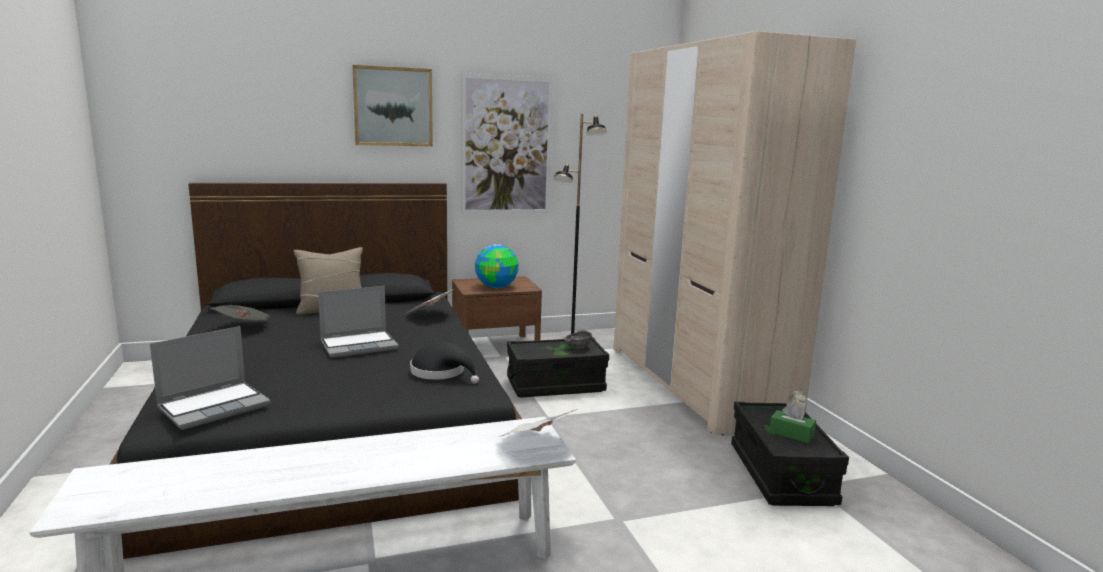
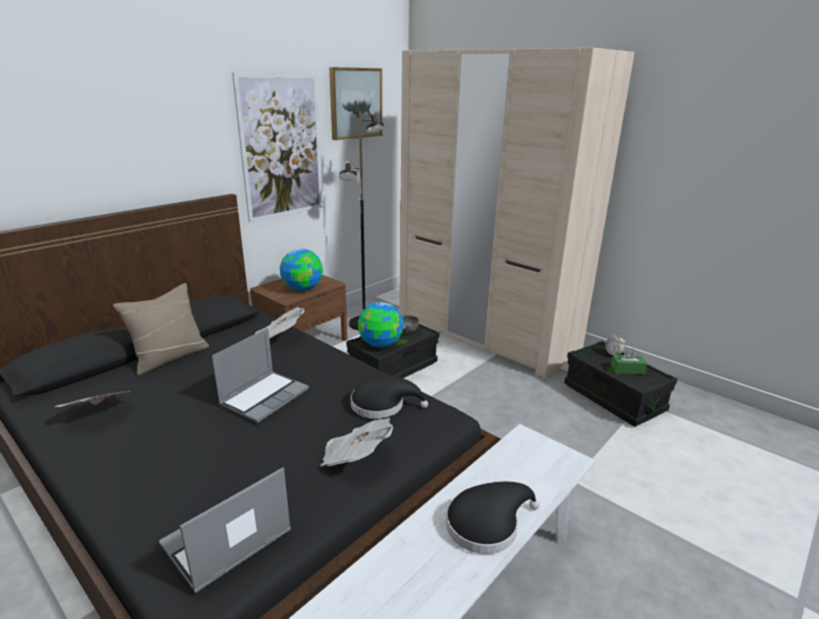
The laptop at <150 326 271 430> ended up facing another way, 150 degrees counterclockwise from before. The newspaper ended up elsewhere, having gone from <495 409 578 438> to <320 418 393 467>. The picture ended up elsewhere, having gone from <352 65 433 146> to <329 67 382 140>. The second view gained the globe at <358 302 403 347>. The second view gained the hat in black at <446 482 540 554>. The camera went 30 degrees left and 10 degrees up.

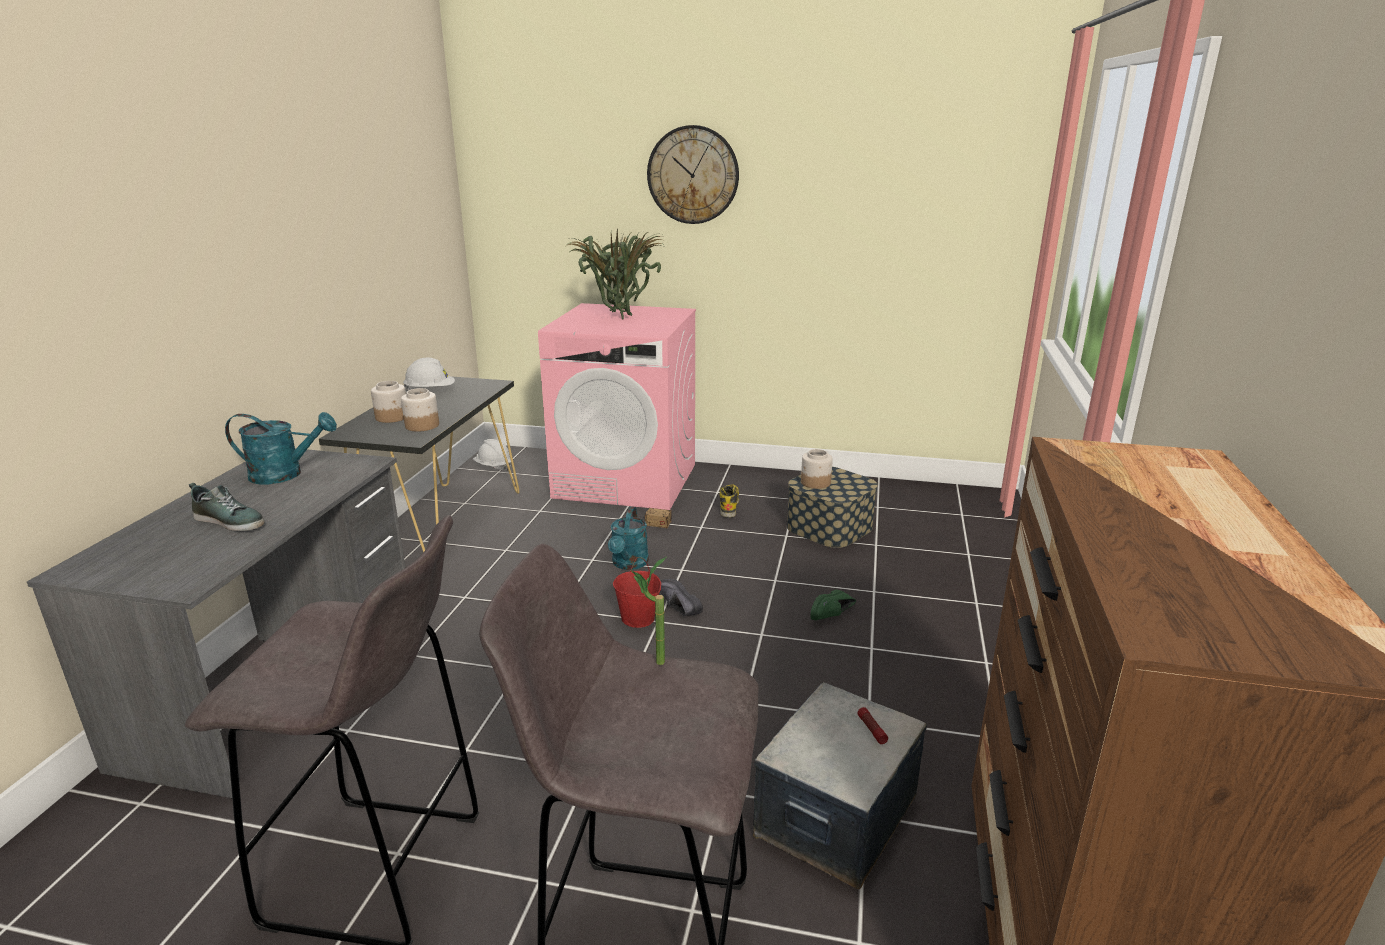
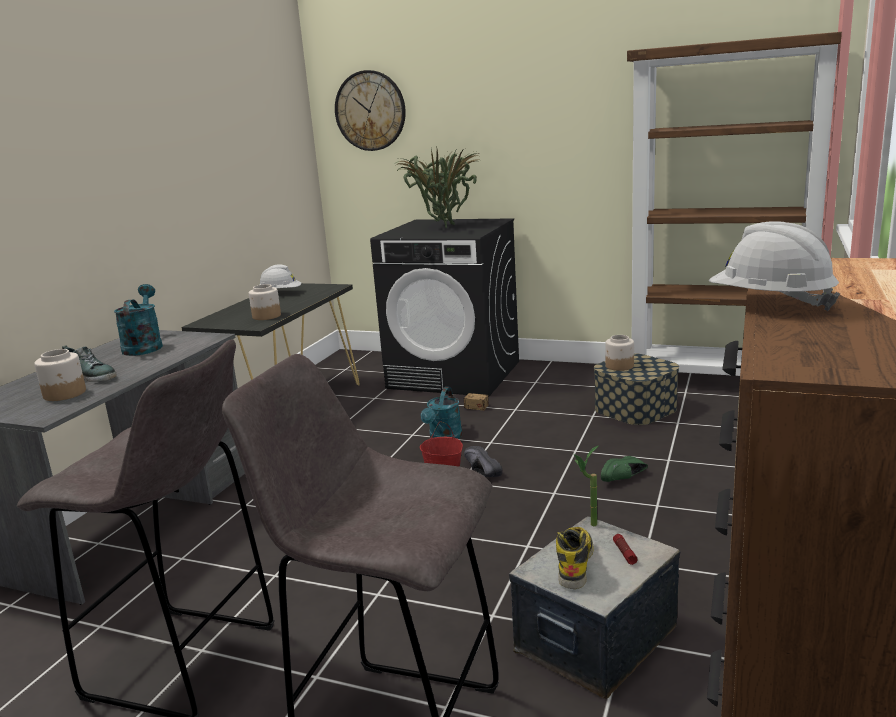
The jar ended up elsewhere, having gone from <371 381 406 423> to <34 349 86 401>. The watering can in turquoise at <225 412 337 484> ended up facing another way, 105 degrees counterclockwise from before. The wall clock ended up elsewhere, having gone from <647 125 739 224> to <335 70 406 151>. What was the washing machine in pink at <538 303 696 510> turned into the washing machine in black at <370 218 519 397>. The boot ended up elsewhere, having gone from <719 484 739 518> to <556 527 594 589>. The potted plant ended up elsewhere, having gone from <630 557 666 665> to <574 445 599 526>. The second view gained the bookcase in brown at <627 32 842 376>. The hard hat in white ended up elsewhere, having gone from <473 439 511 471> to <709 221 840 311>. The camera went 10 degrees right and 5 degrees down.

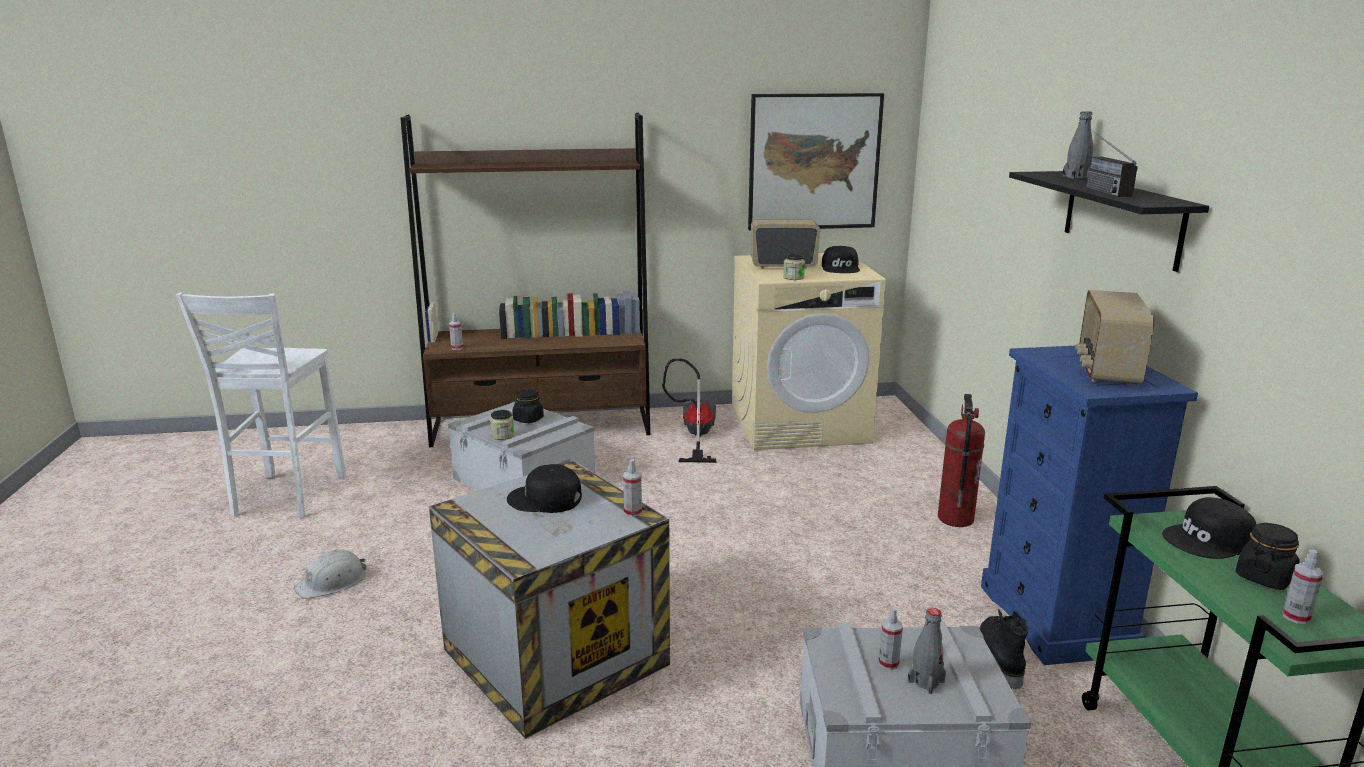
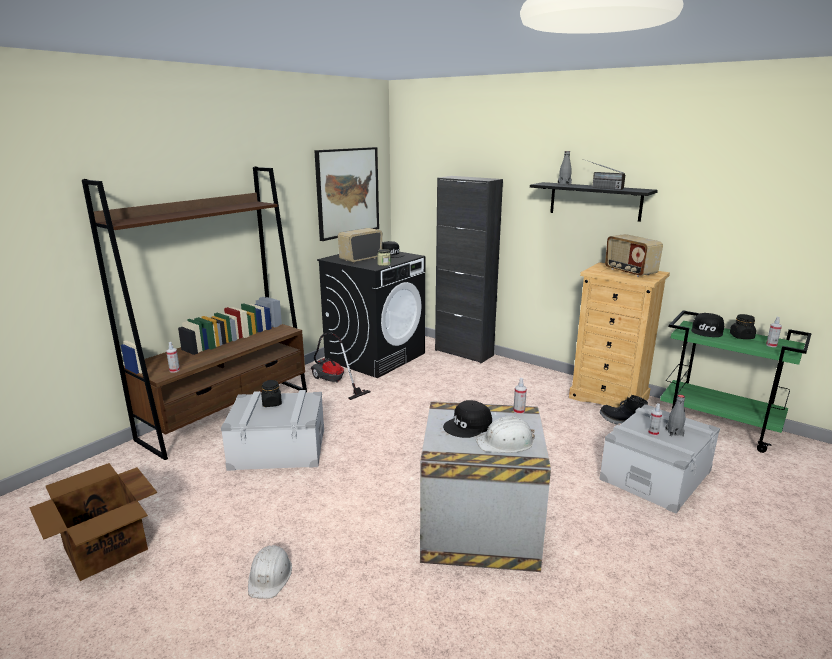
Where the stool in white stood at <176 293 346 518>, the cardboard box came to stand at <29 463 157 581>. What was the washing machine in beige at <732 253 886 450> turned into the washing machine in black at <317 252 425 378>. The second view gained the cabinet in black at <435 176 503 363>. The second view gained the hard hat in white at <476 416 535 453>. What was the dresser in blue at <981 346 1198 665> turned into the dresser in beige at <569 262 670 408>. The second view lost the jar at <490 410 514 440>. The second view lost the fire extinguisher at <938 394 985 527>. The camera went 45 degrees left and 0 degrees up.

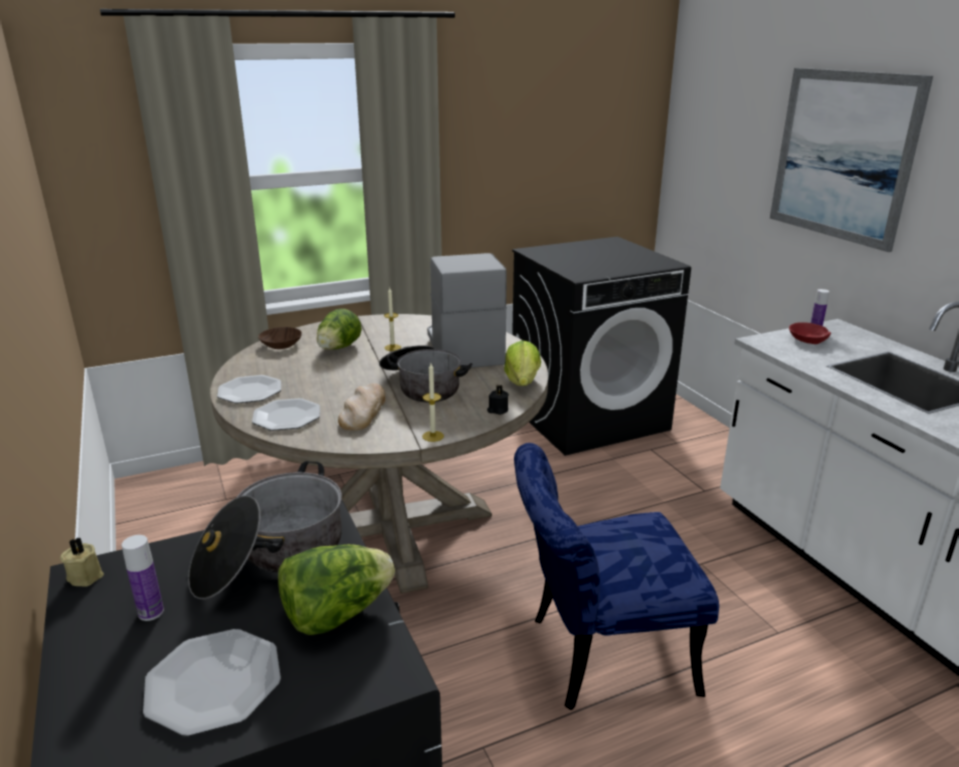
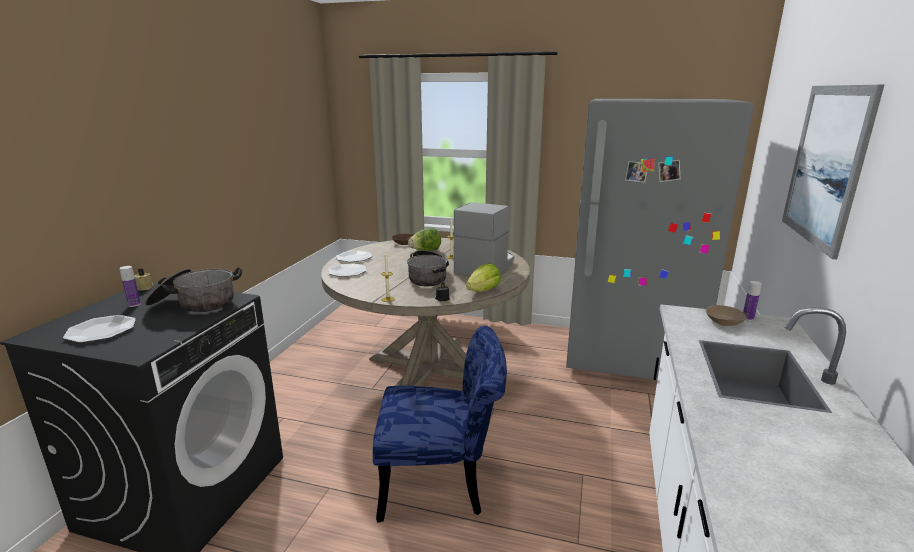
The chair in blue at <514 443 719 710> ended up facing another way, 150 degrees clockwise from before. Where the washing machine in black stood at <512 236 691 456>, the fridge in grey came to stand at <566 99 754 380>. What was the bowl in red at <789 322 831 344> turned into the bowl in beige at <706 305 746 326>. The second view lost the lettuce at <278 544 395 635>. The second view lost the bread at <338 383 385 430>. The camera went 40 degrees right and 5 degrees down.

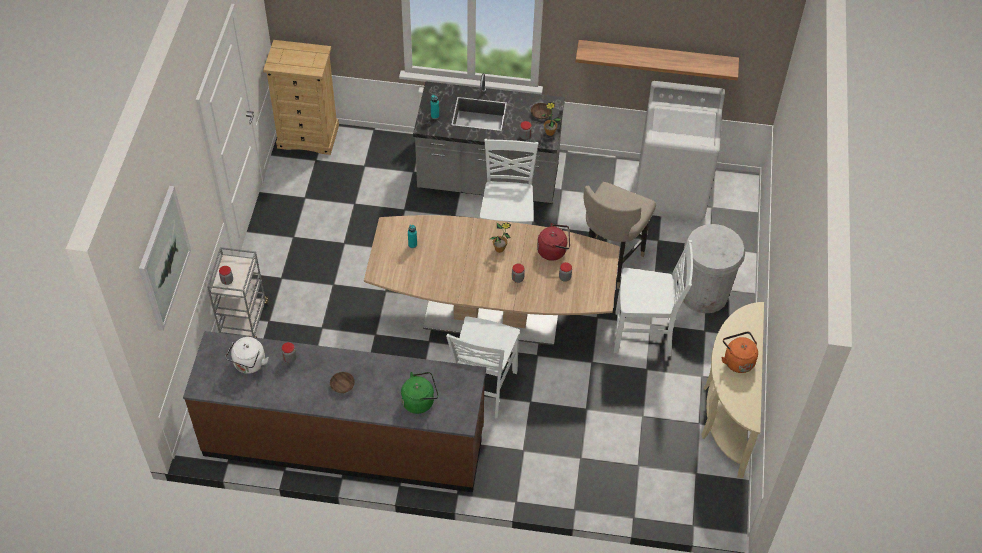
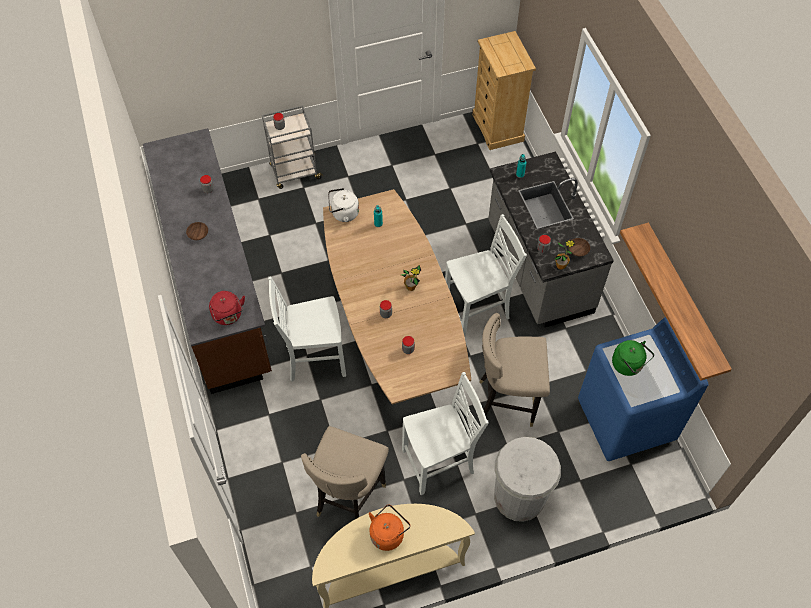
The kettle in red ended up elsewhere, having gone from <537 223 570 261> to <209 291 245 325>. The second view gained the stool in beige at <301 426 389 519>. The kettle in white ended up elsewhere, having gone from <225 337 269 374> to <328 188 359 222>. The chair in white at <614 240 693 356> ended up facing another way, 90 degrees counterclockwise from before. What was the washing machine in white at <636 81 725 221> turned into the washing machine in blue at <578 317 708 461>. The kettle in green ended up elsewhere, having gone from <401 372 439 414> to <612 340 654 376>. The second view lost the picture at <139 186 191 331>. The camera went 65 degrees right and 5 degrees up.

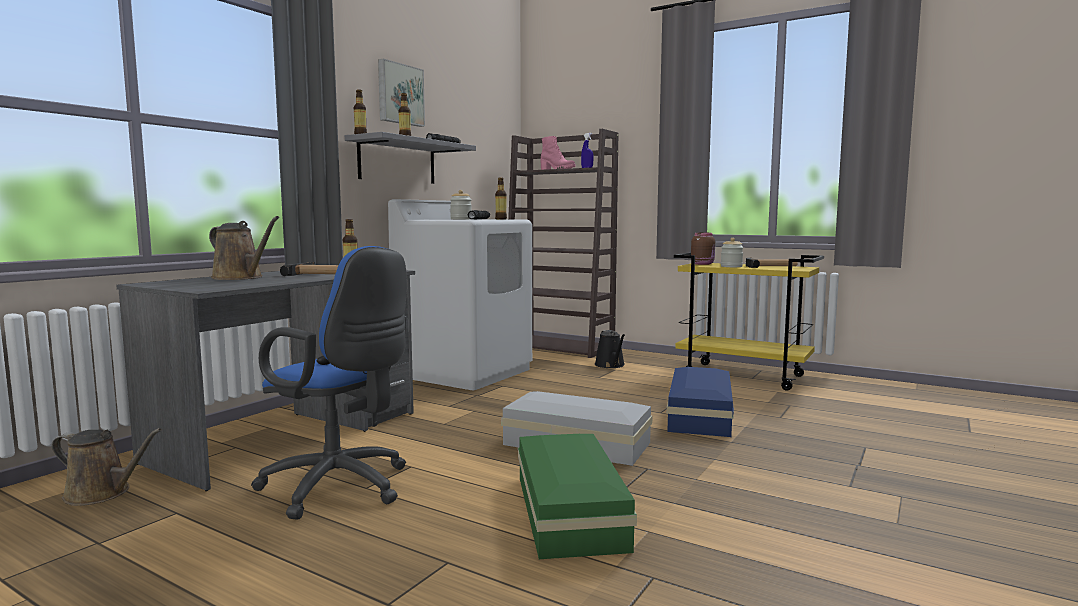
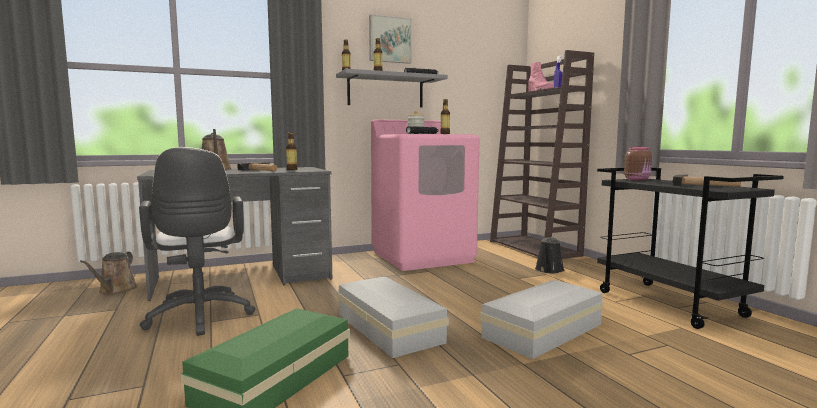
The watering can in brown at <51 428 162 506> ended up facing another way, 45 degrees clockwise from before. What was the office chair in blue at <251 246 407 520> turned into the office chair in white at <139 147 255 336>. What was the washing machine in white at <388 199 532 390> turned into the washing machine in pink at <371 119 479 271>. What was the storage box in blue at <667 367 734 437> turned into the storage box in white at <480 280 604 359>. What was the cart in yellow at <674 252 824 391> turned into the cart in black at <597 168 784 329>. The second view lost the jar at <721 238 744 267>. The camera went 35 degrees right and 0 degrees up.

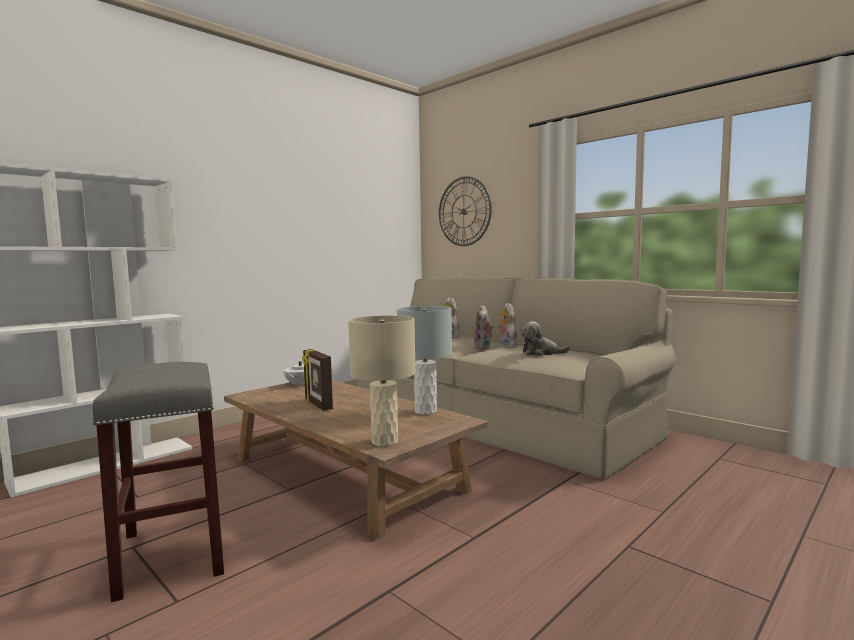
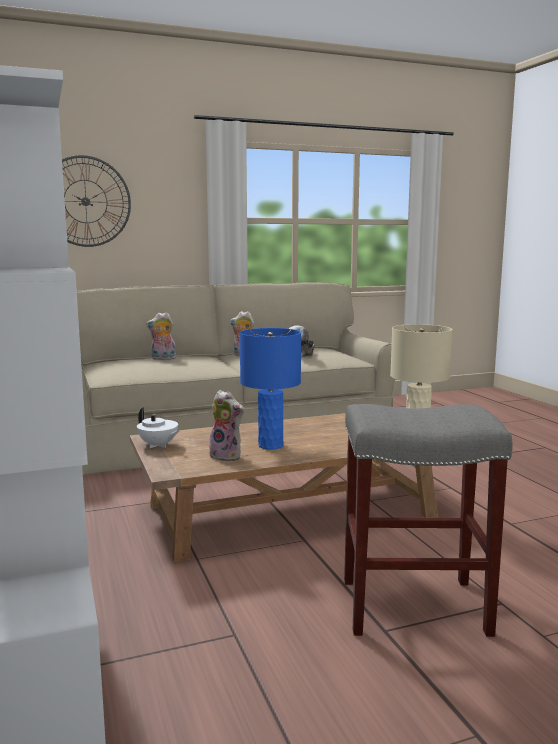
The plush toy ended up elsewhere, having gone from <474 305 493 350> to <205 390 244 462>. Where the picture frame stood at <302 349 333 411>, the table lamp in blue came to stand at <240 328 301 450>. The second view lost the table lamp in grey at <397 306 452 415>. The camera went 65 degrees left and 5 degrees up.

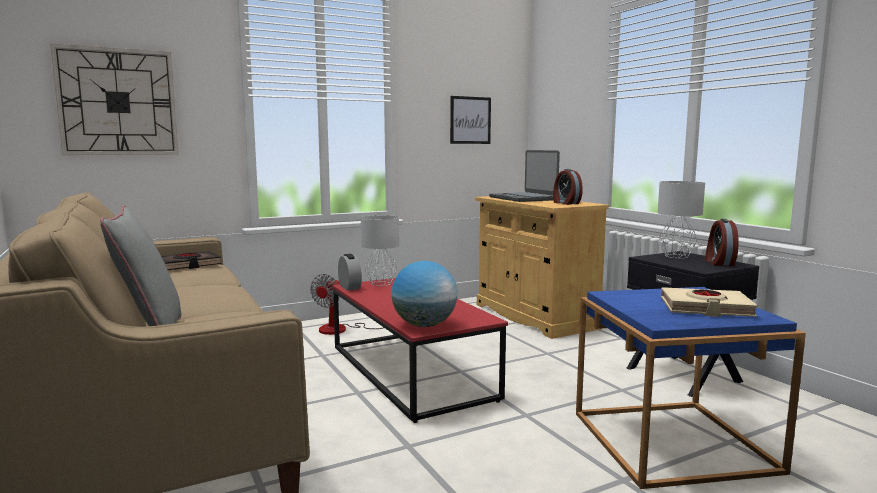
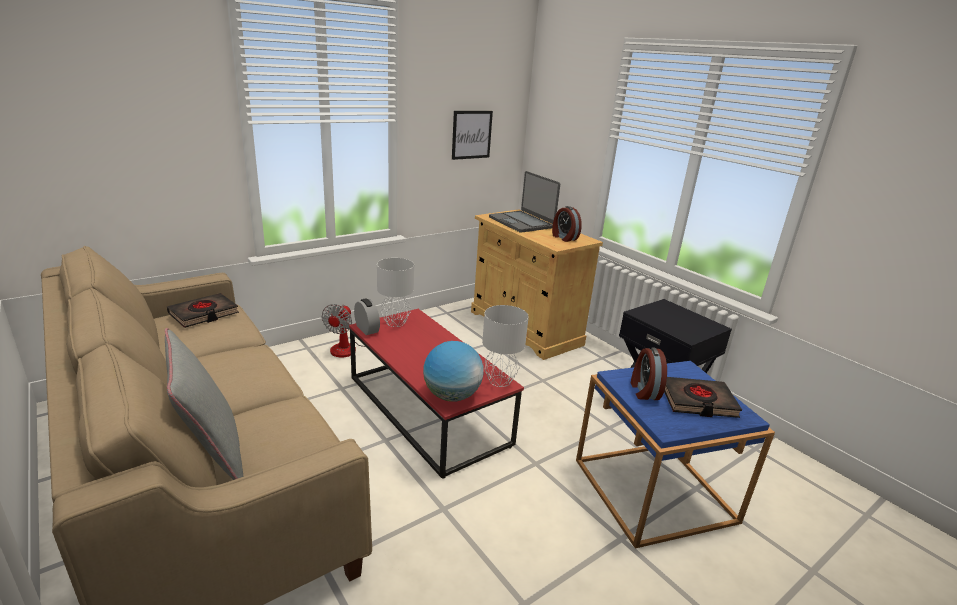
The table lamp in grey ended up elsewhere, having gone from <658 181 705 258> to <482 305 529 387>. The alarm clock ended up elsewhere, having gone from <705 219 739 266> to <631 347 667 400>. What was the book in beige at <661 287 758 317> turned into the book in black at <664 377 742 418>. The second view lost the wall clock at <50 44 179 155>. The camera went 10 degrees left and 15 degrees up.

